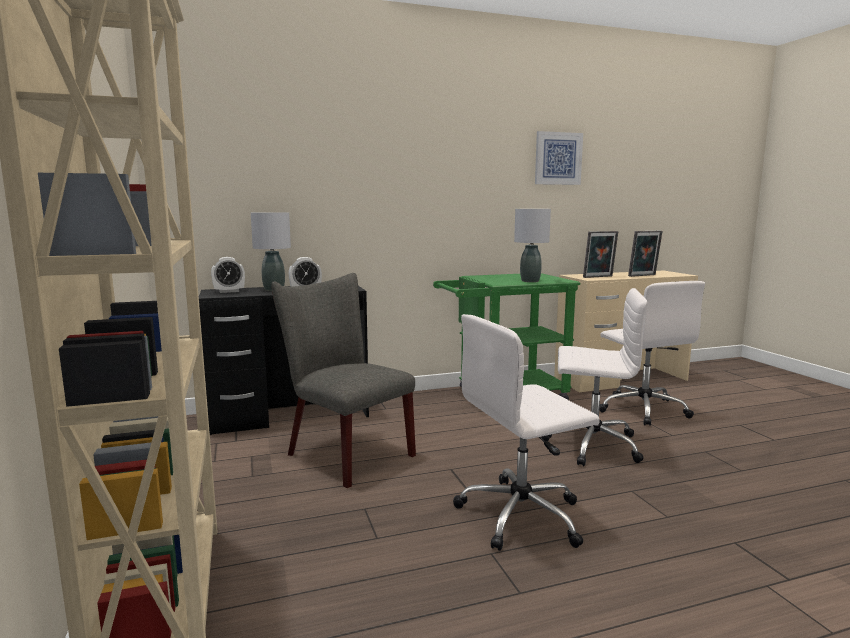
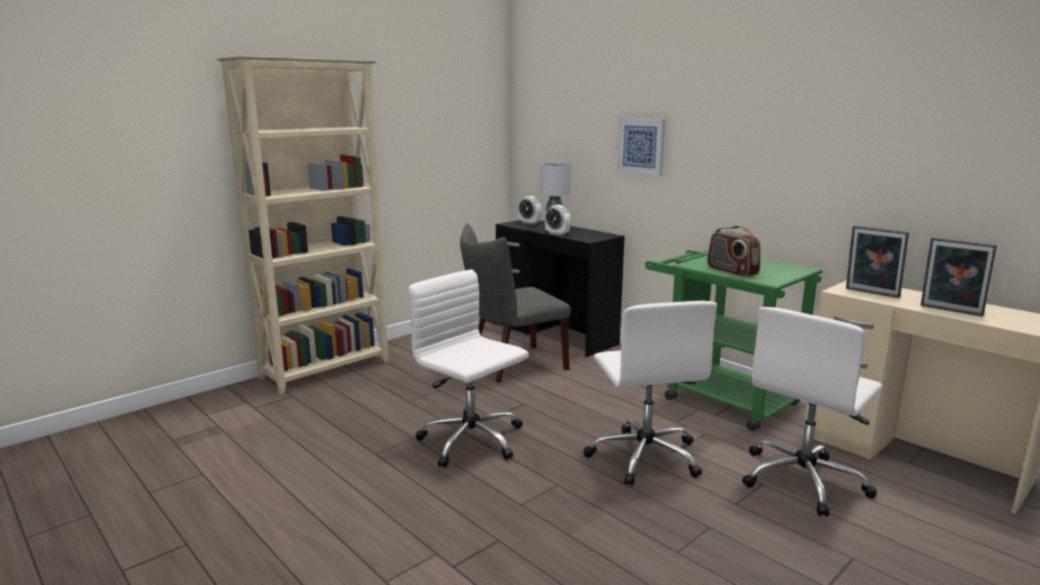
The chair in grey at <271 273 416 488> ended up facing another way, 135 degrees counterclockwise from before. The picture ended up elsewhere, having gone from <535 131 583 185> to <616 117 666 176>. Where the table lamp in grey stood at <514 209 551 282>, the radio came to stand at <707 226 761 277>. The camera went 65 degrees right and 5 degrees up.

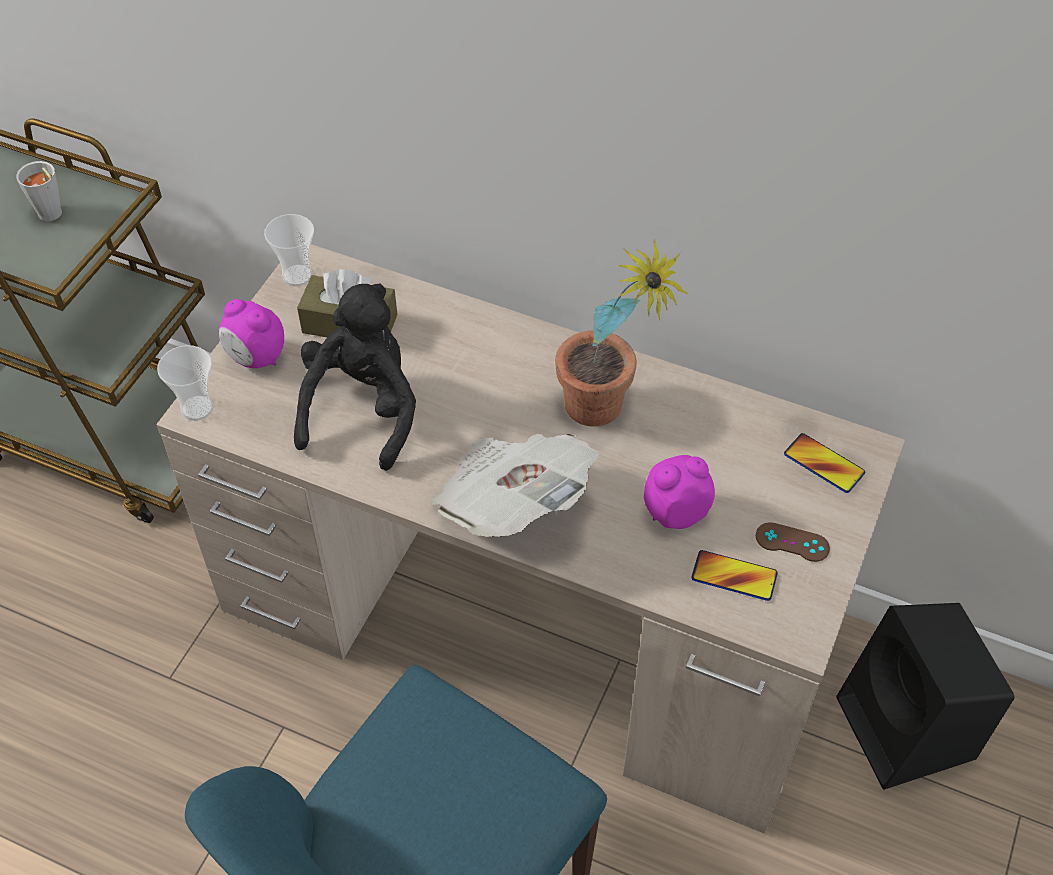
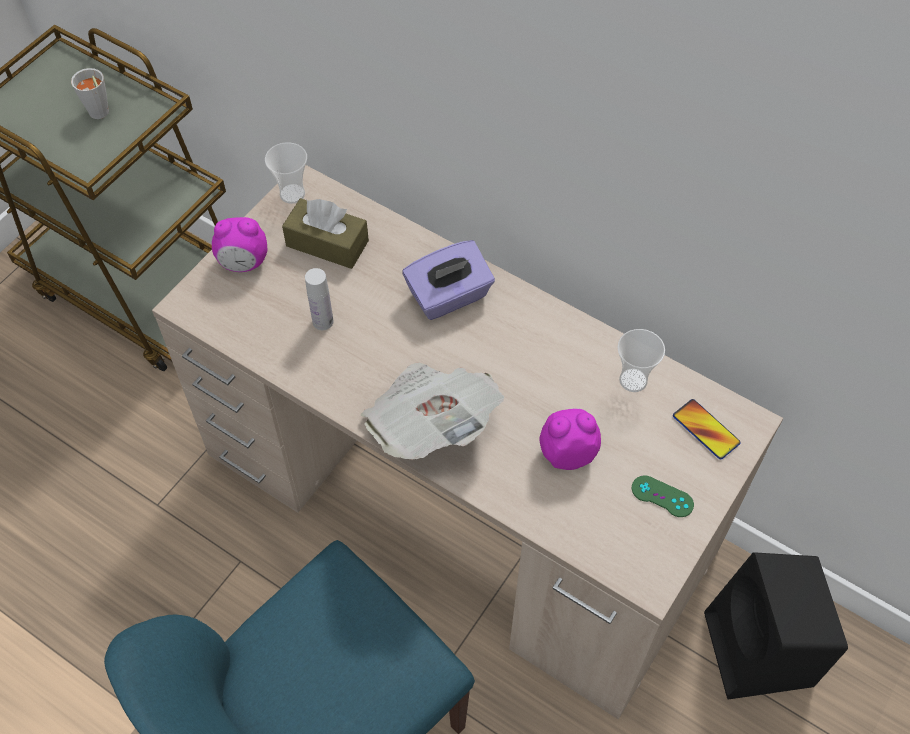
The alarm clock at <219 299 284 368> ended up facing another way, 45 degrees counterclockwise from before. Where the plush toy in black stood at <294 283 416 471>, the bottle in white came to stand at <305 268 334 330>. The second view gained the tissue box in purple at <403 240 495 320>. The cup ended up elsewhere, having gone from <157 345 214 421> to <618 329 665 392>. What was the game controller in brown at <756 522 830 562> turned into the game controller in green at <632 475 694 517>. The second view lost the potted plant at <555 240 688 427>. The second view lost the phone at <691 550 778 601>. The camera went 10 degrees right and 5 degrees up.

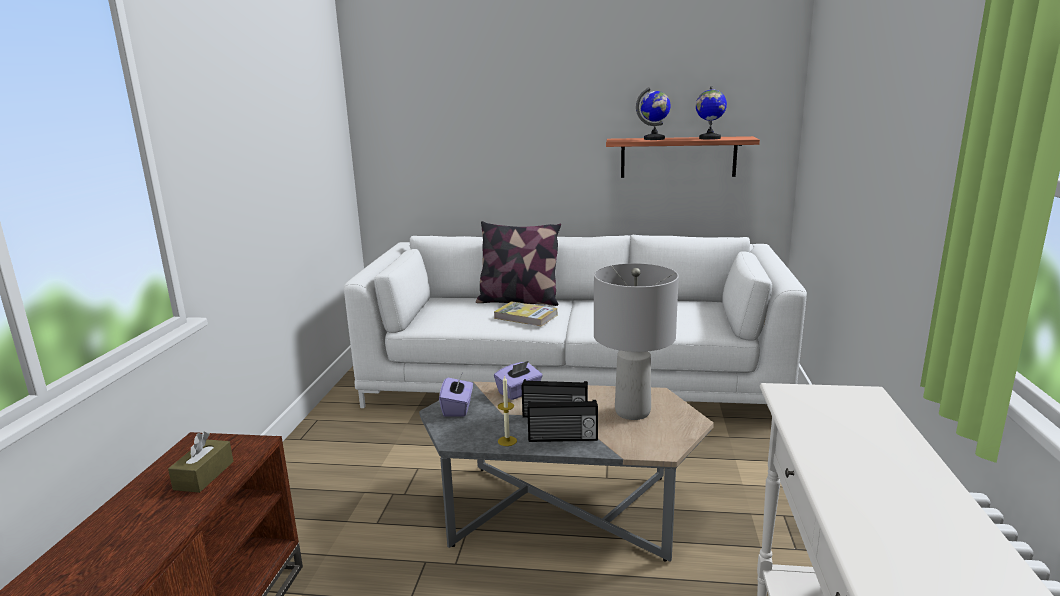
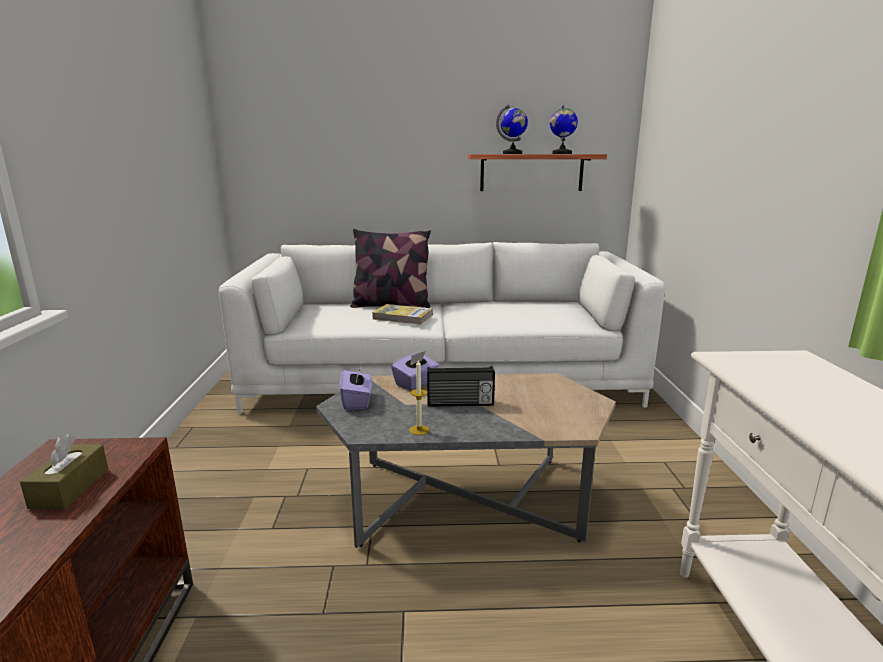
The second view lost the radio at <527 400 598 442>. The second view lost the table lamp in grey at <594 263 679 420>. The camera went 10 degrees left and 0 degrees up.

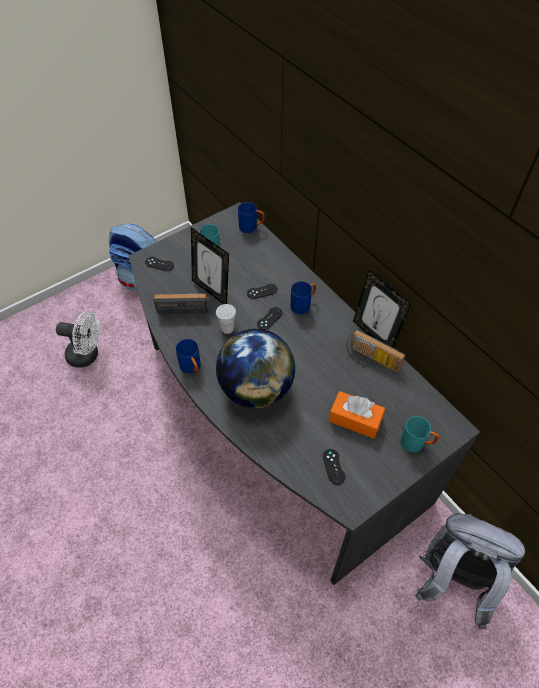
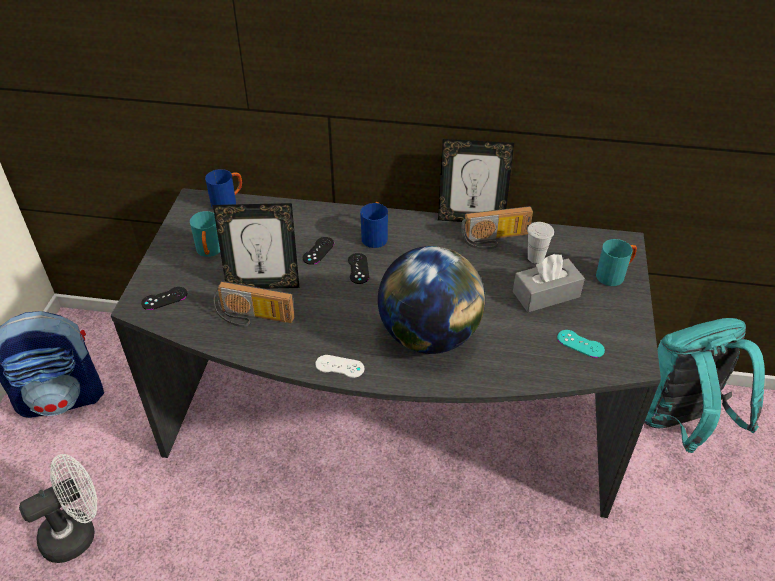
The radio at <154 294 211 314> ended up facing another way, 120 degrees counterclockwise from before. Where the mug in blue stood at <176 339 201 374>, the game controller in white came to stand at <315 355 364 378>. What was the tissue box in orange at <329 391 385 439> turned into the tissue box in grey at <513 254 585 312>. The cup in white ended up elsewhere, having gone from <216 304 236 334> to <527 222 554 264>. What was the game controller in black at <323 449 346 485> turned into the game controller in turquoise at <557 330 605 358>. What was the backpack in grey at <415 513 525 630> turned into the backpack in turquoise at <644 318 765 453>. The camera went 45 degrees left and 10 degrees down.

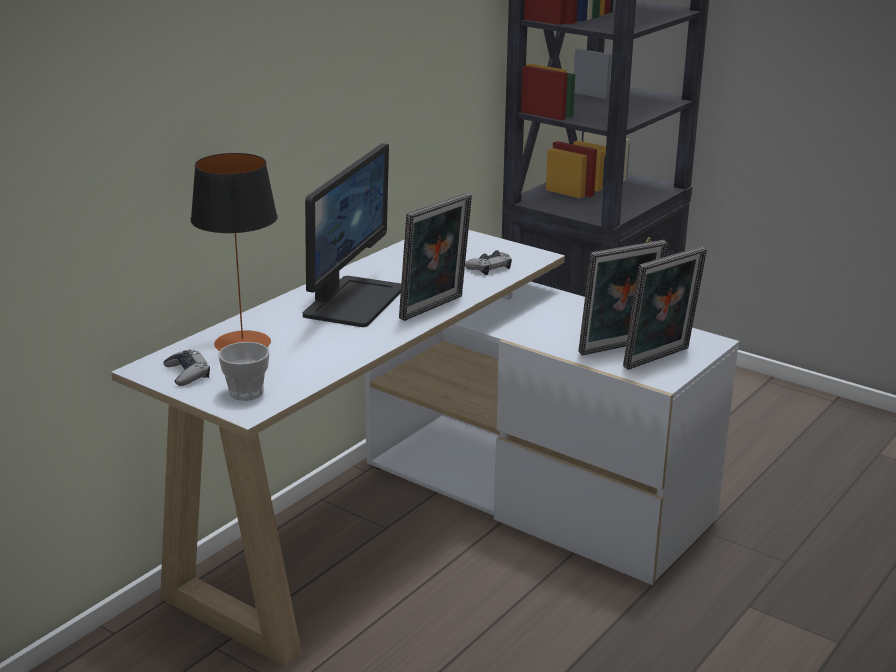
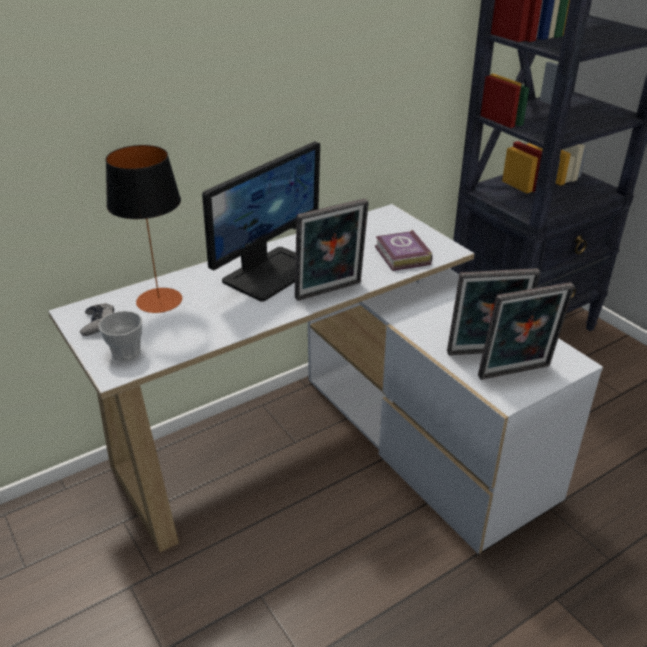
Where the game controller in grey stood at <465 250 512 275>, the book came to stand at <375 230 432 271>. The camera went 20 degrees right and 10 degrees up.

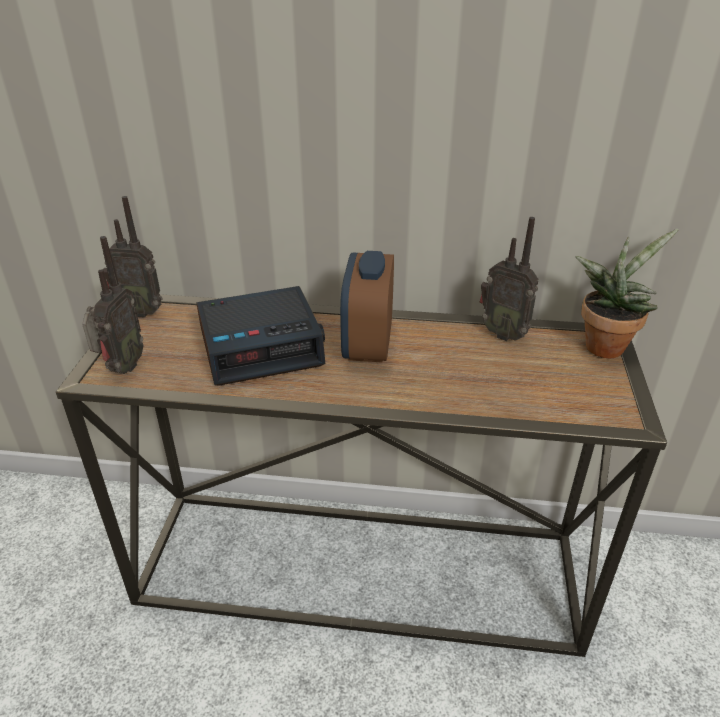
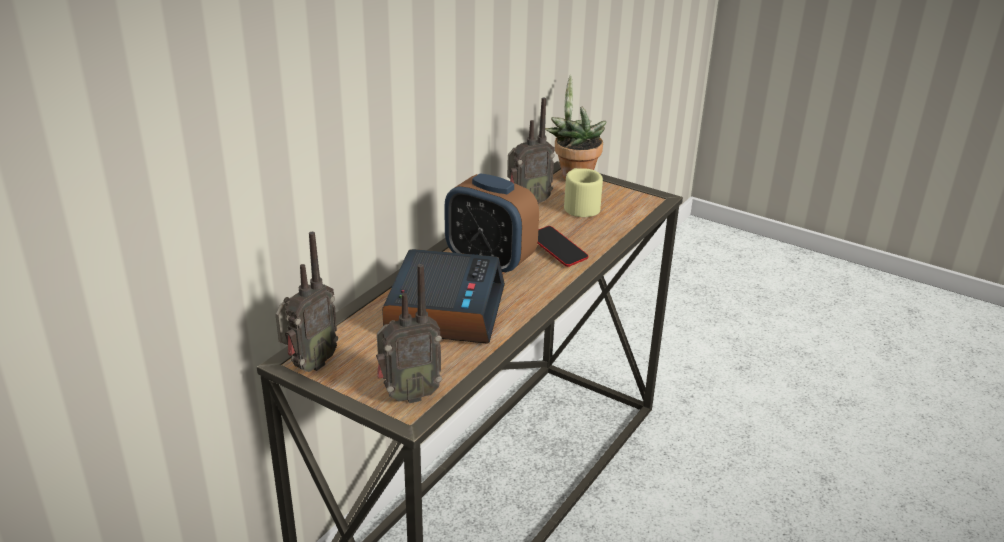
The radio at <82 236 144 374> ended up facing another way, 120 degrees clockwise from before. The second view gained the phone at <537 226 588 267>. The second view gained the mug in beige at <564 168 603 217>. The camera went 65 degrees left and 5 degrees down.

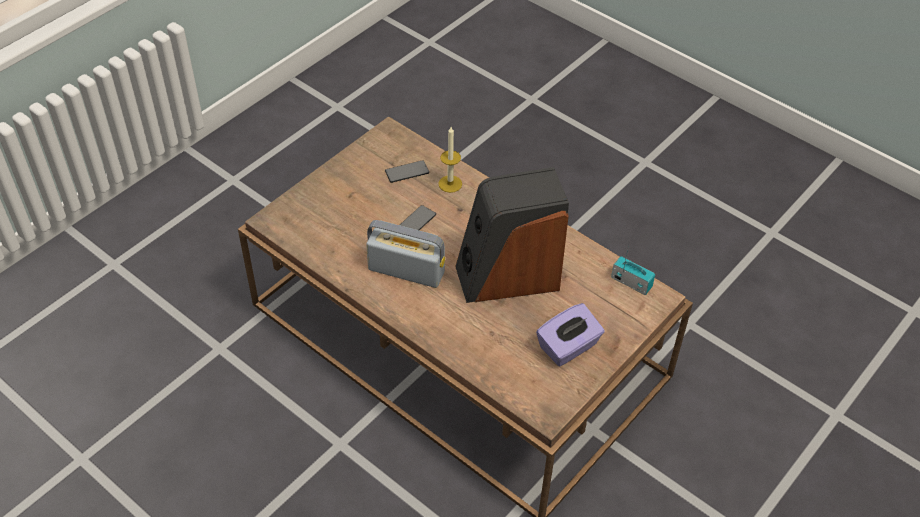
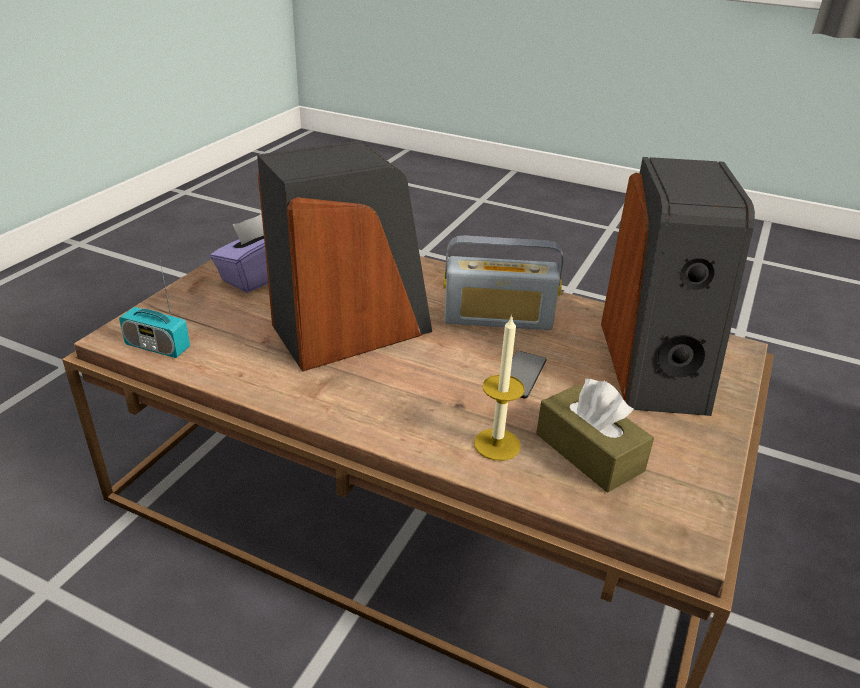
Where the phone stood at <385 160 429 183>, the tissue box in brown came to stand at <536 379 654 493>. The second view gained the speaker at <601 157 755 416>. The camera went 165 degrees right and 15 degrees down.

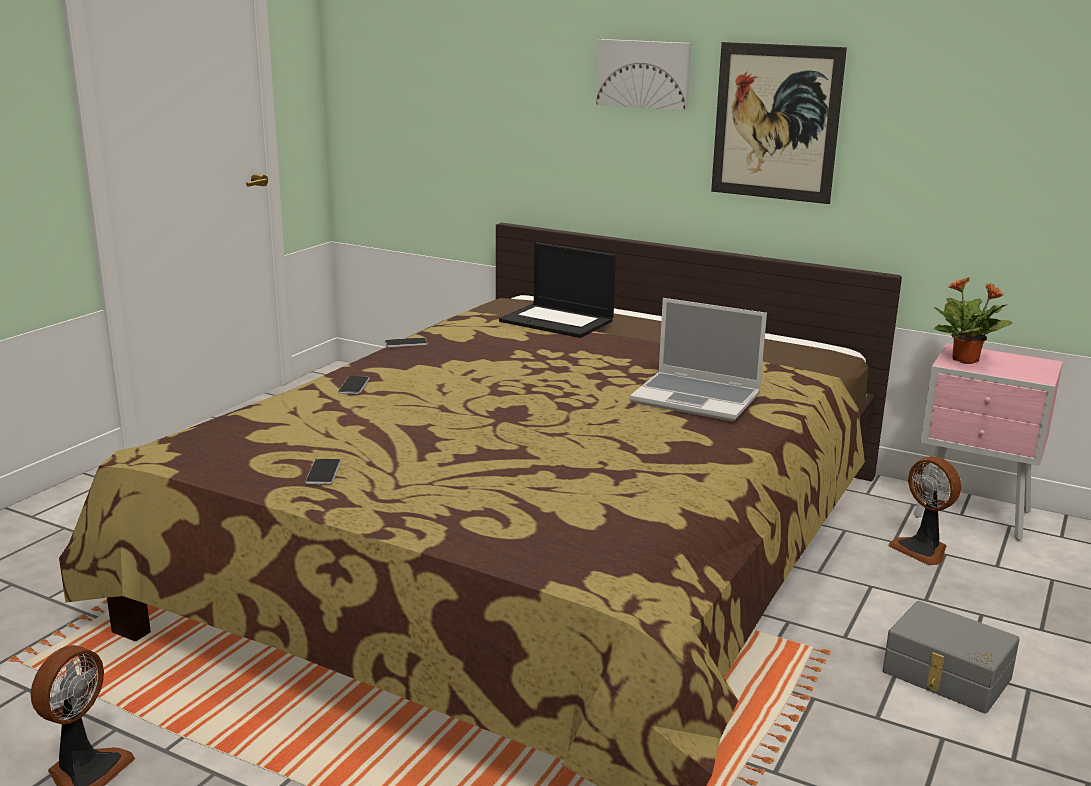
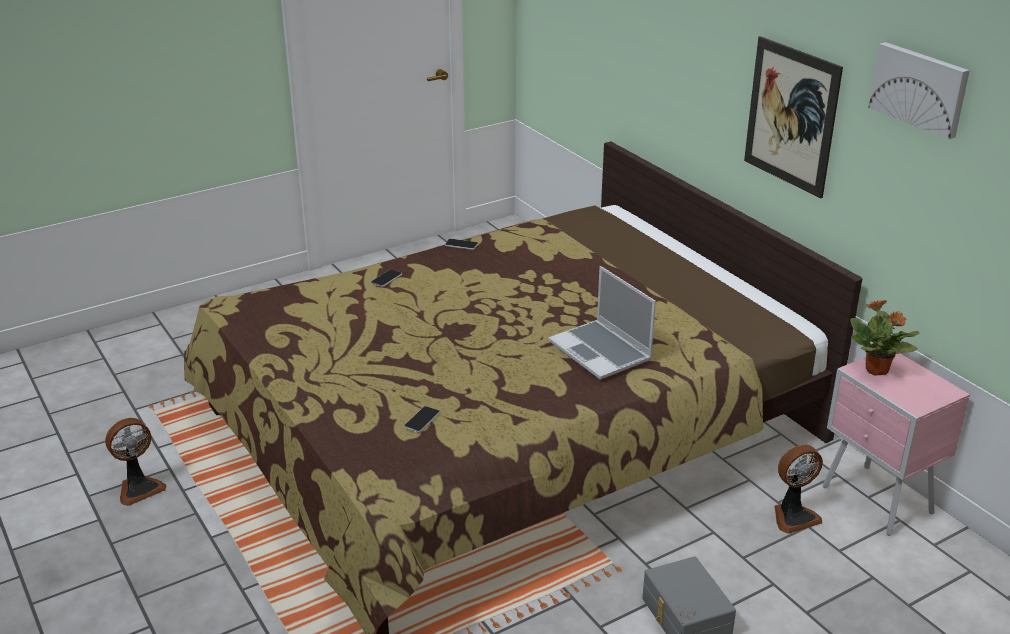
The phone ended up elsewhere, having gone from <305 459 341 485> to <404 406 440 432>. The fan at <888 456 961 565> ended up facing another way, 105 degrees counterclockwise from before. The picture ended up elsewhere, having gone from <596 39 692 111> to <868 42 970 139>. The second view lost the laptop at <499 242 616 338>. The camera went 30 degrees right and 10 degrees up.

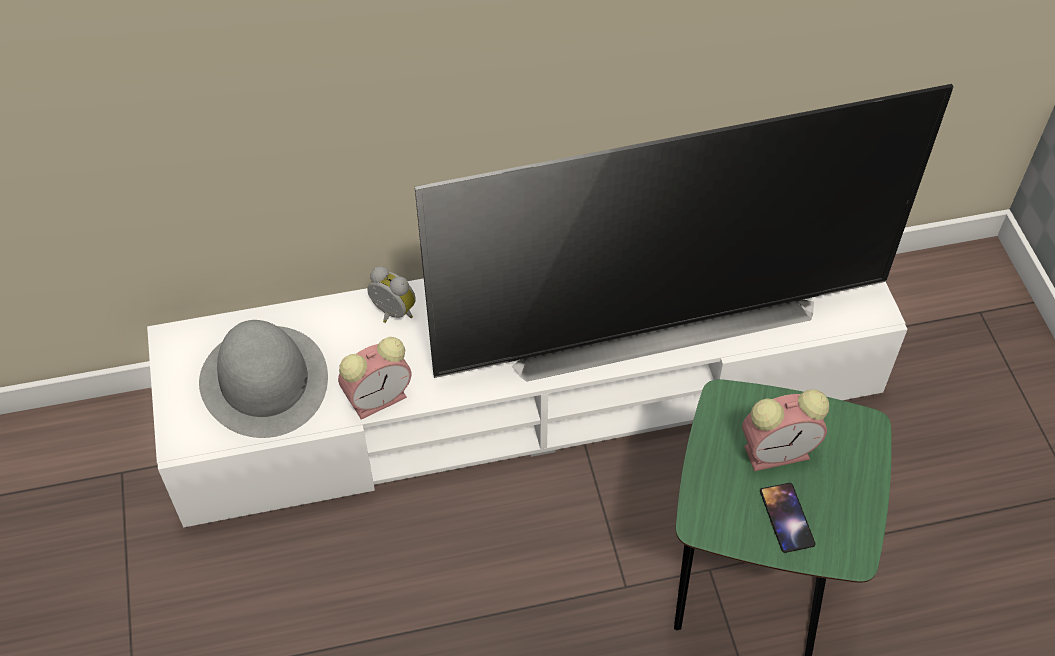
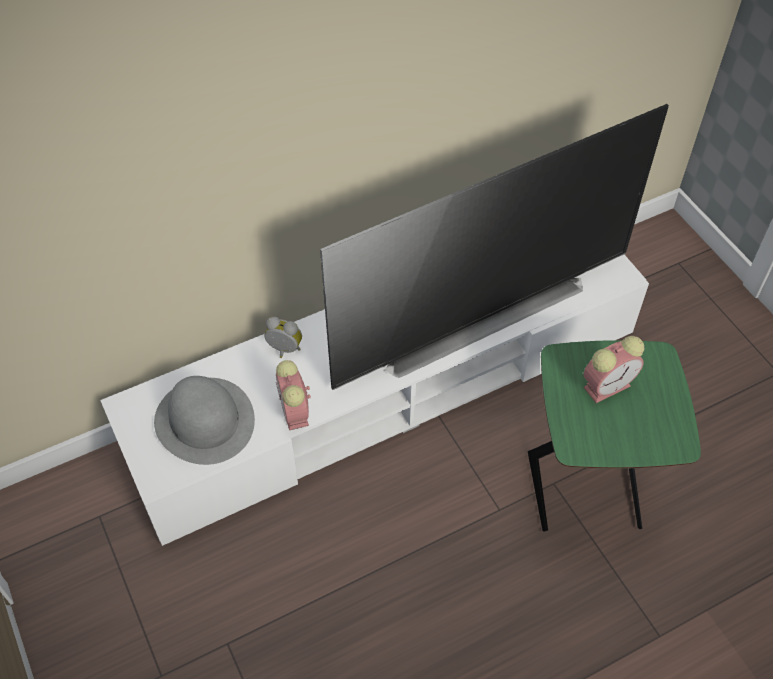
The alarm clock at <338 337 411 420> ended up facing another way, 120 degrees clockwise from before. The second view lost the phone at <760 483 816 553>. The camera went 15 degrees left and 0 degrees up.

